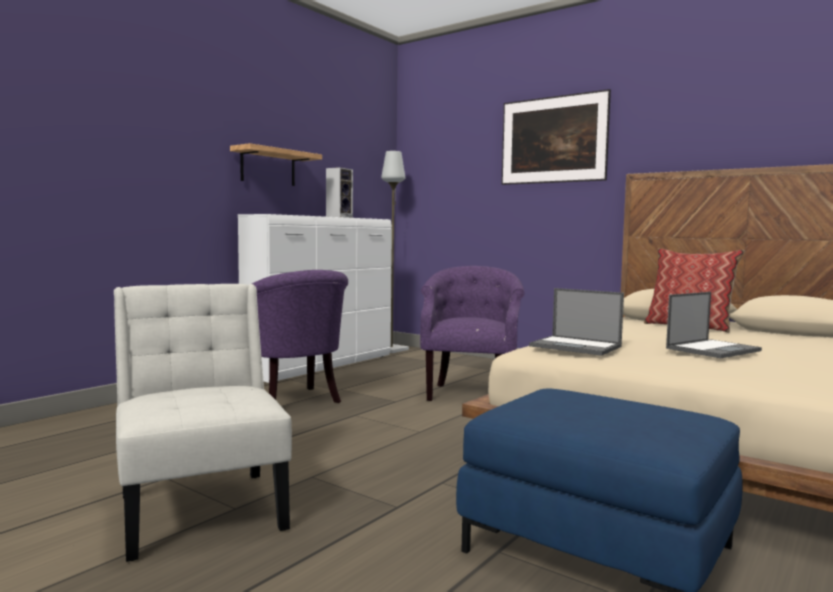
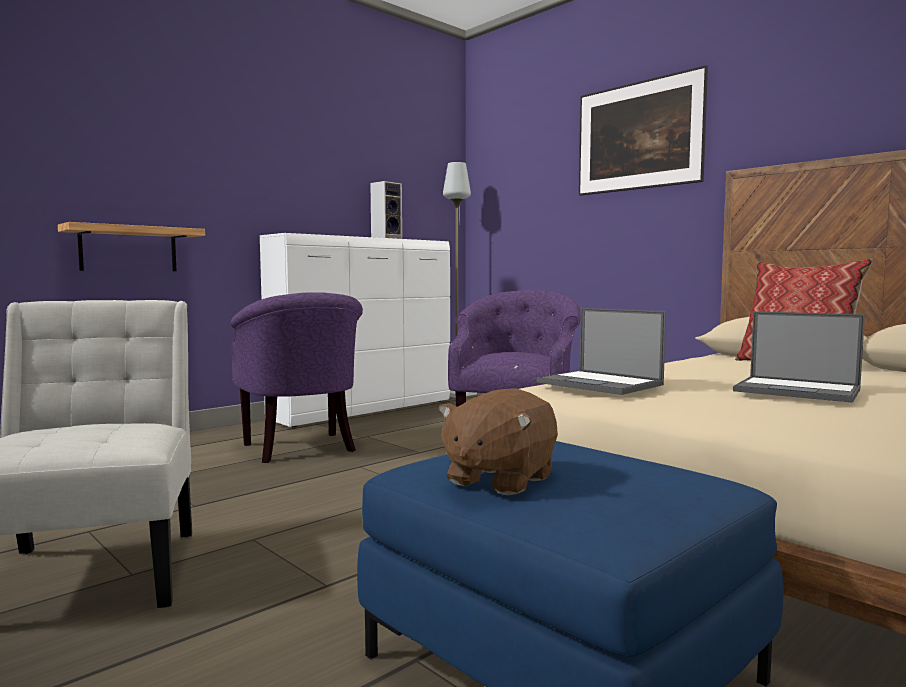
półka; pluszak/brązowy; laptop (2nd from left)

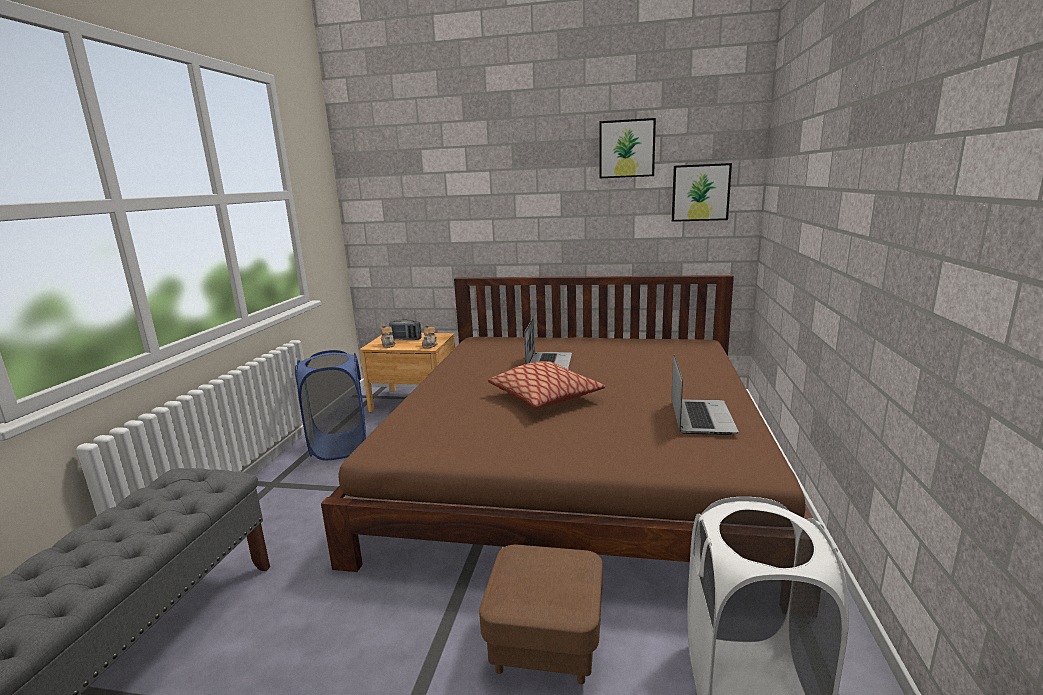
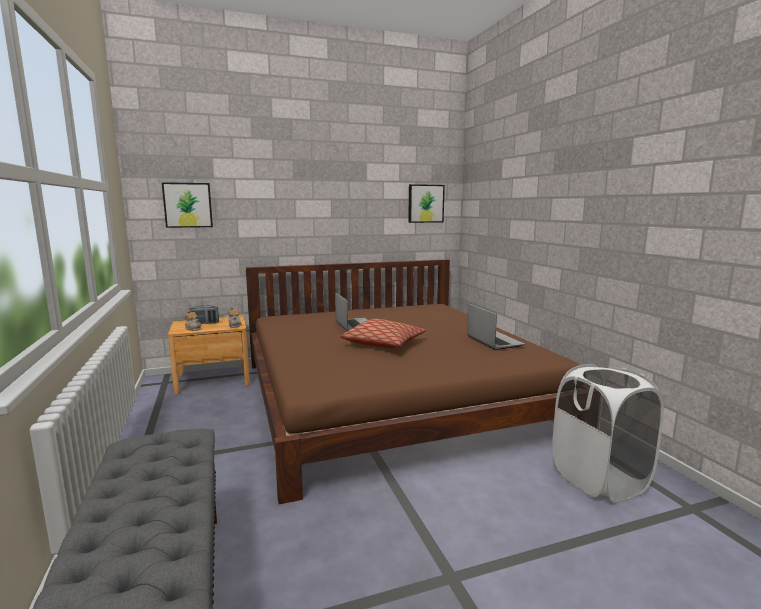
obraz (1st from left); kosz na pranie/niebieski; pufa/brązowy

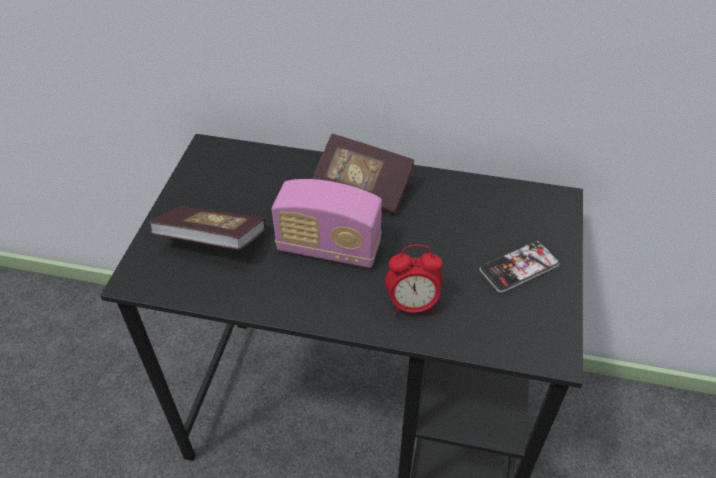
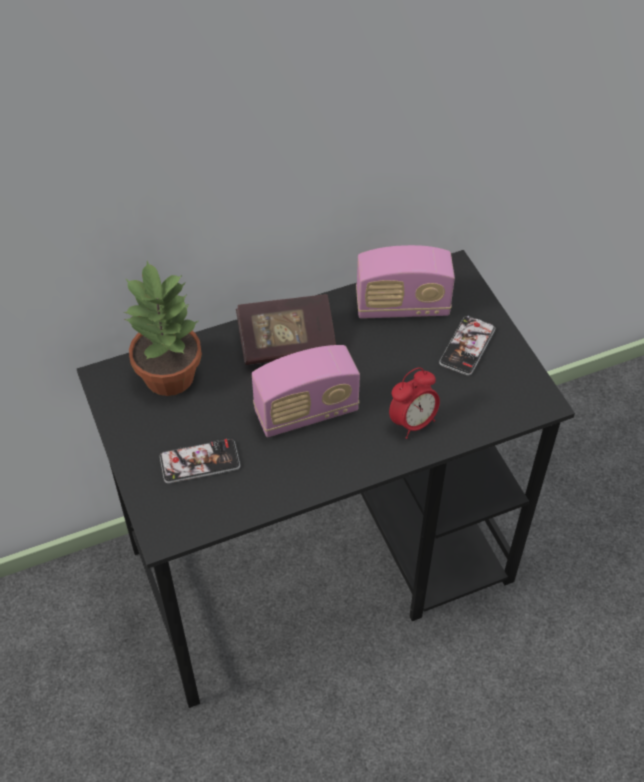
roślina doniczkowa; telefon (1st from left); radio (2nd from left)

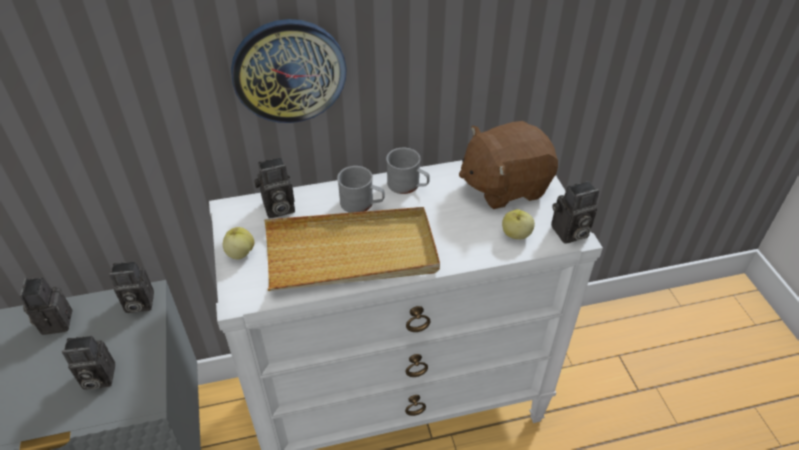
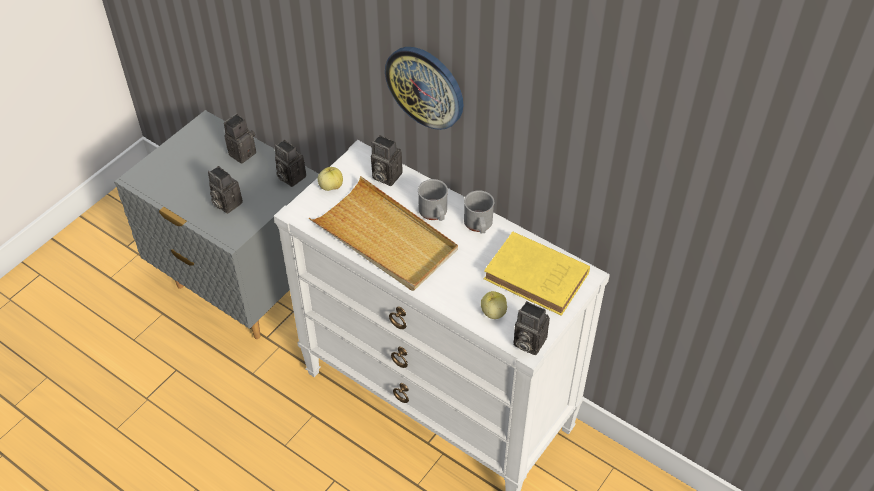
książka/żółty

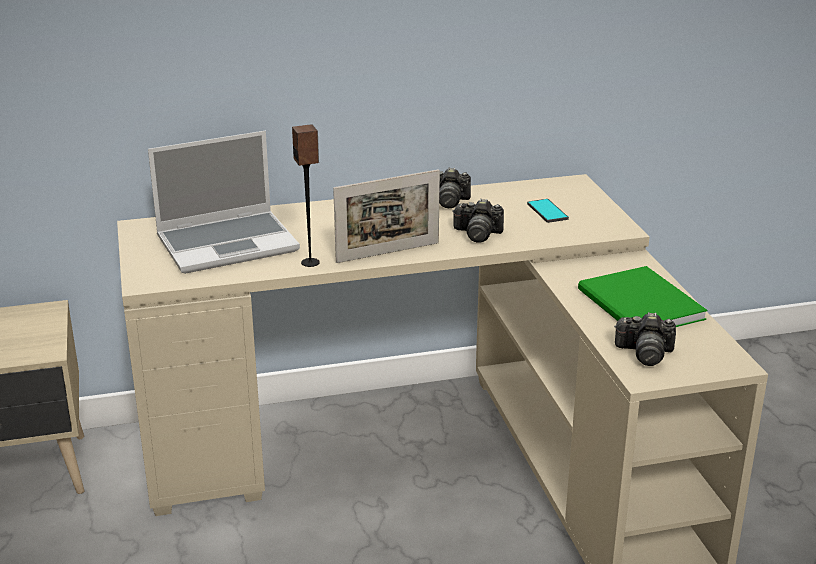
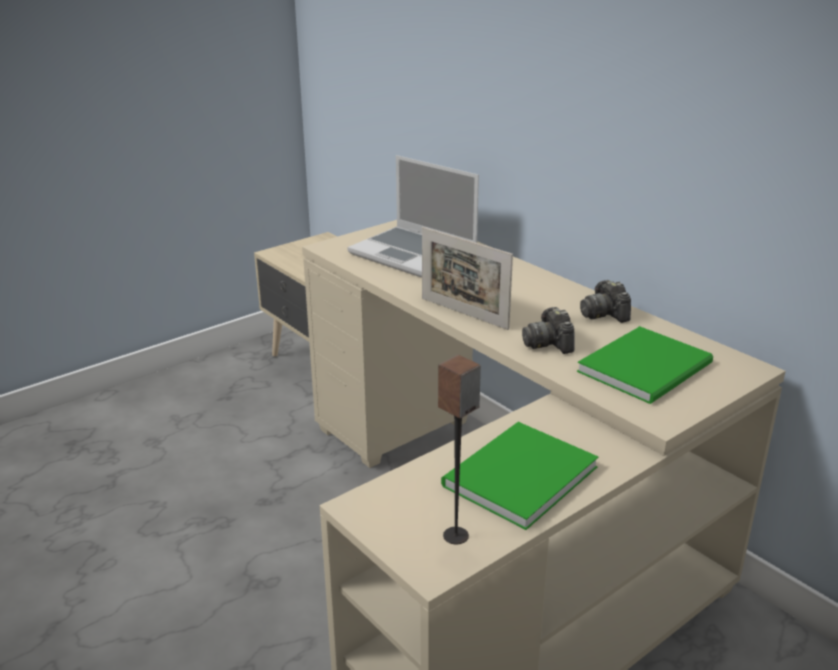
głośnik; książka/zielony (2nd from left); aparat fotograficzny (3rd from left in the first image)

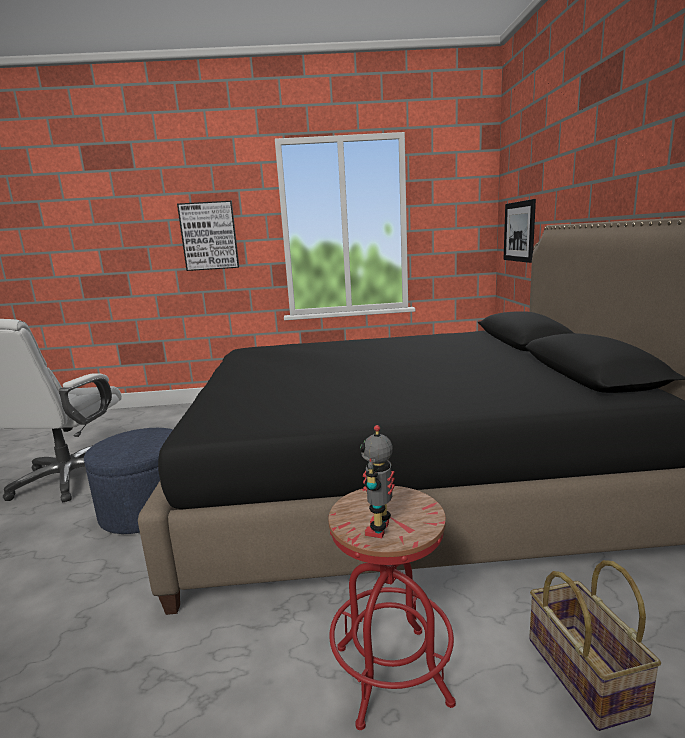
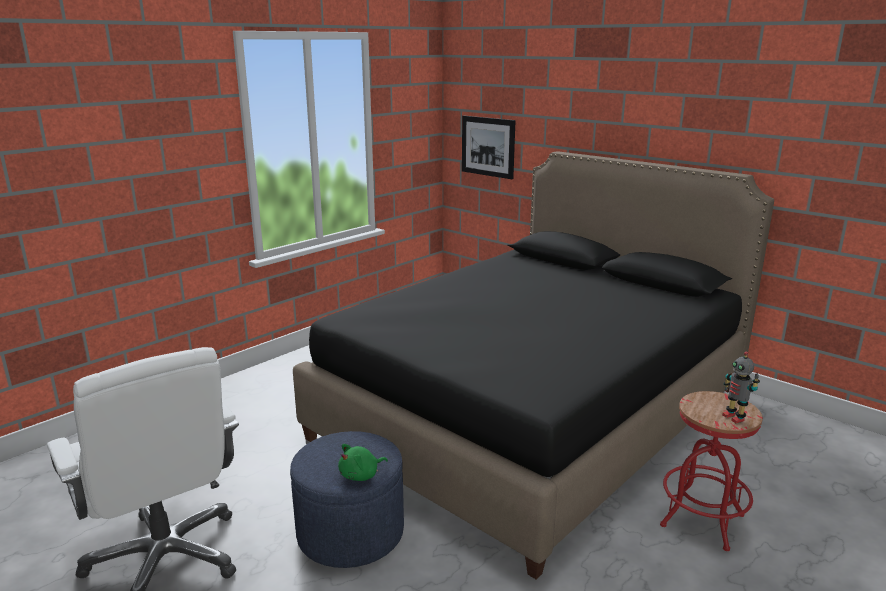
pluszak/zielony; obraz (1st from left in the first image); koszyk

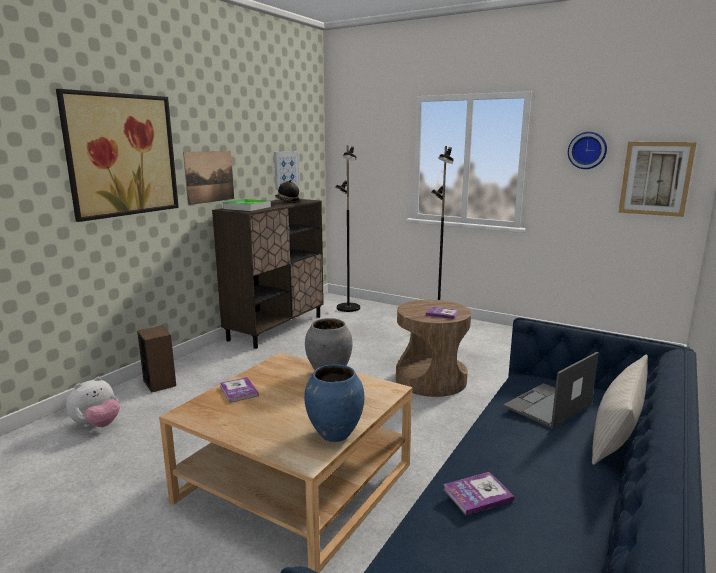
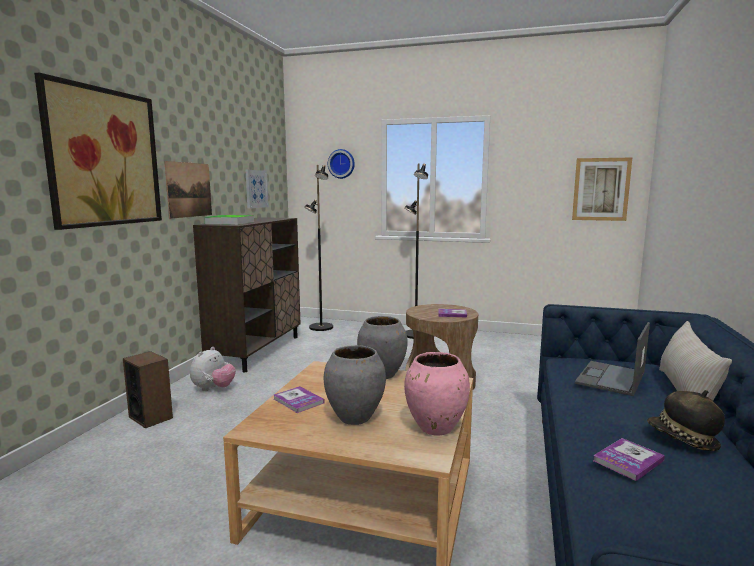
pluszak; wazon/szary (1st from left); zegar ścienny; wazon/różowy; kapelusz

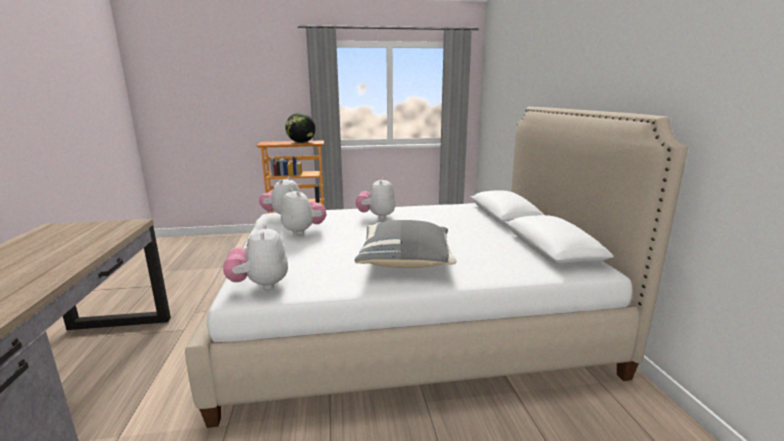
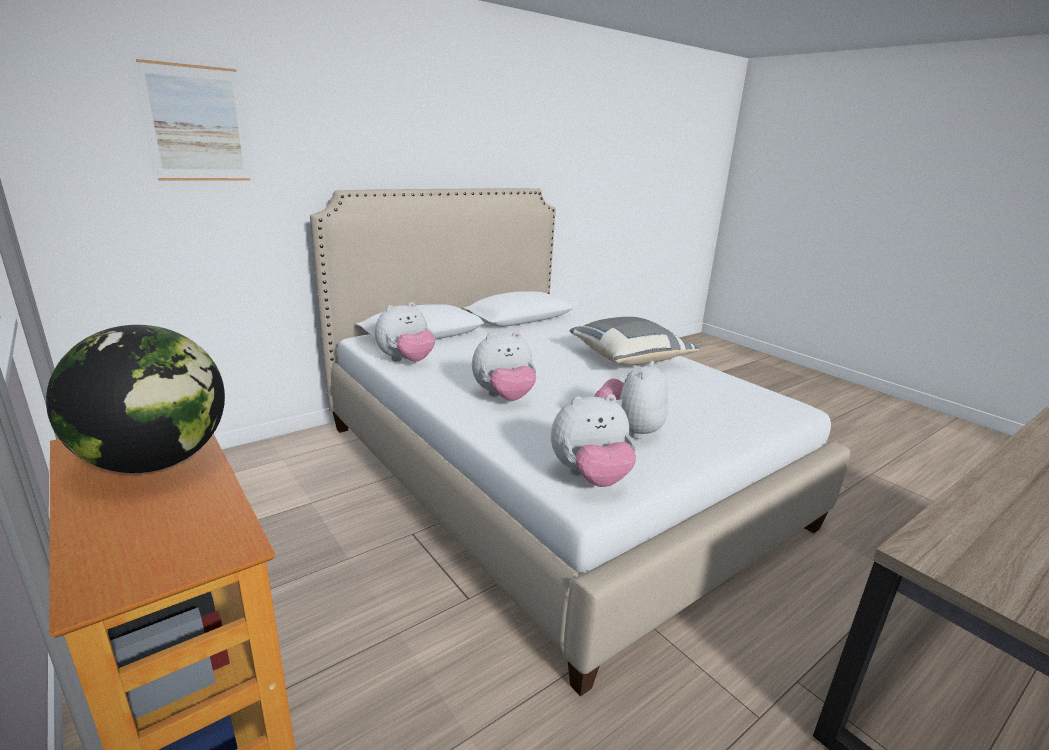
obraz; pluszak (1st from left)

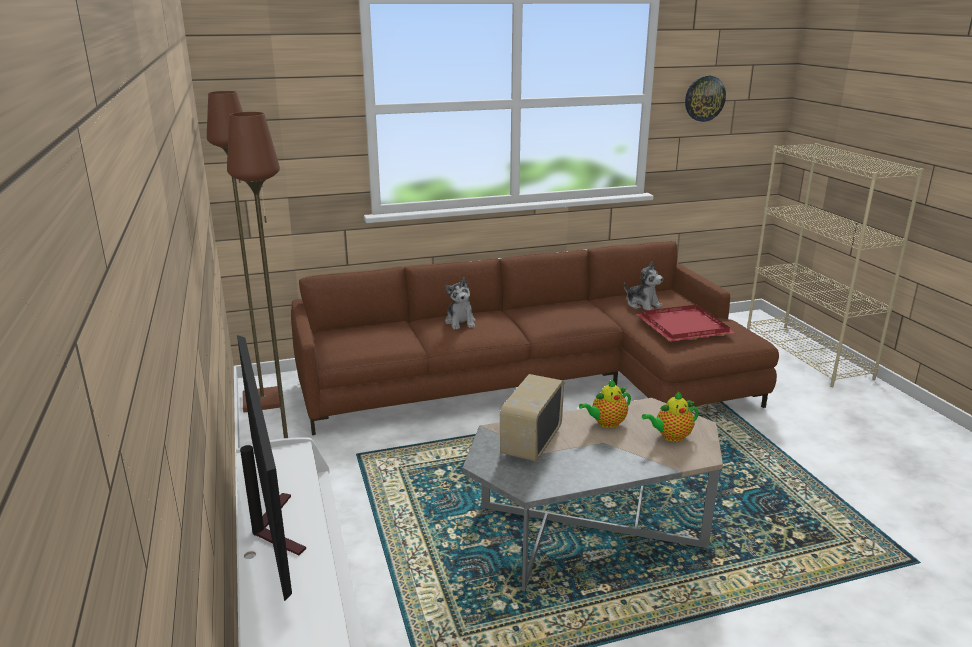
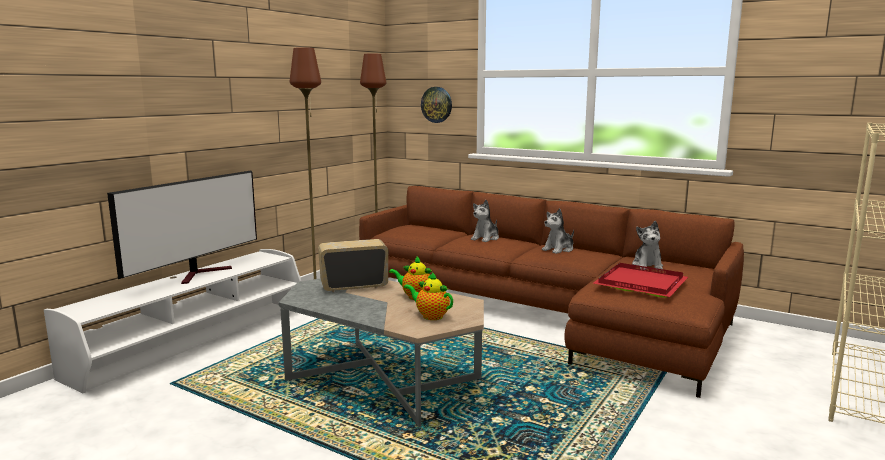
zegar ścienny; pluszak (2nd from left)

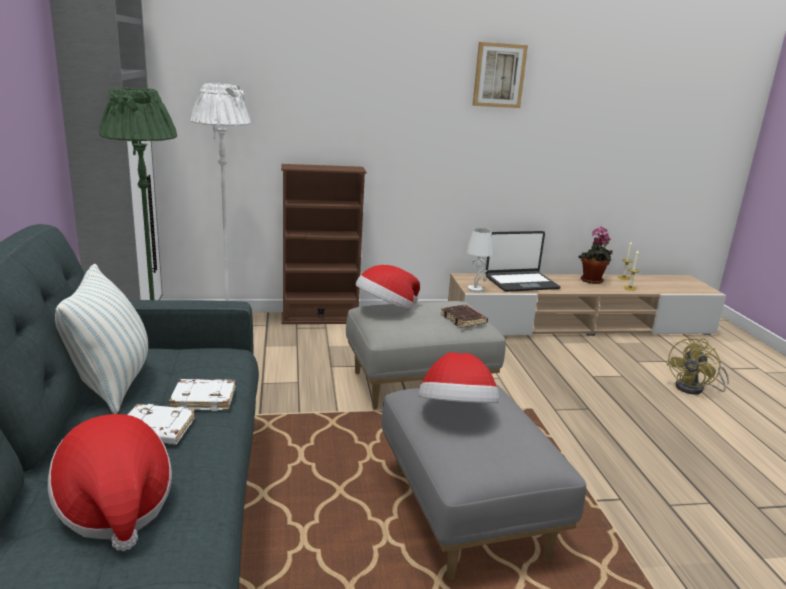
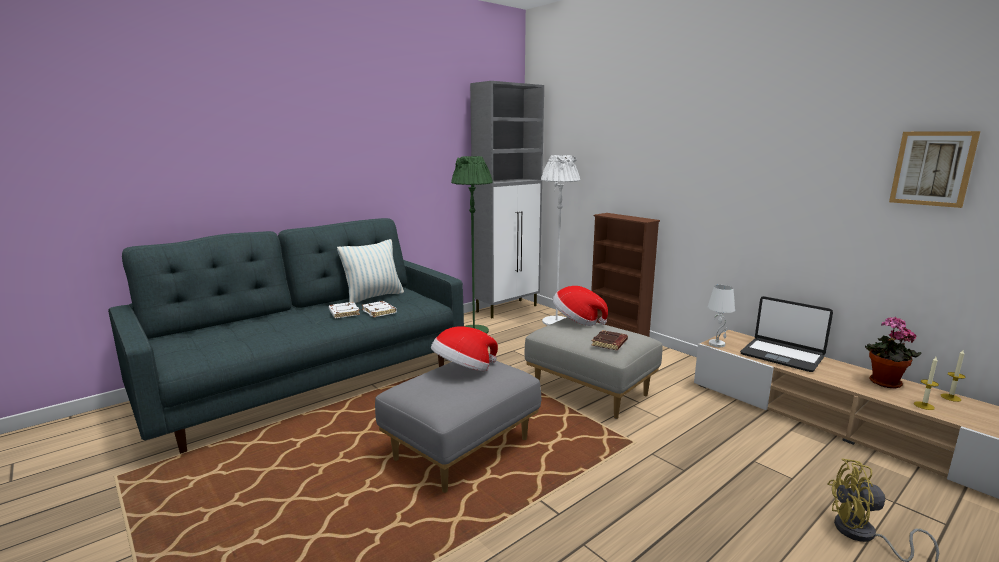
obraz; kapelusz (1st from left in the first image)

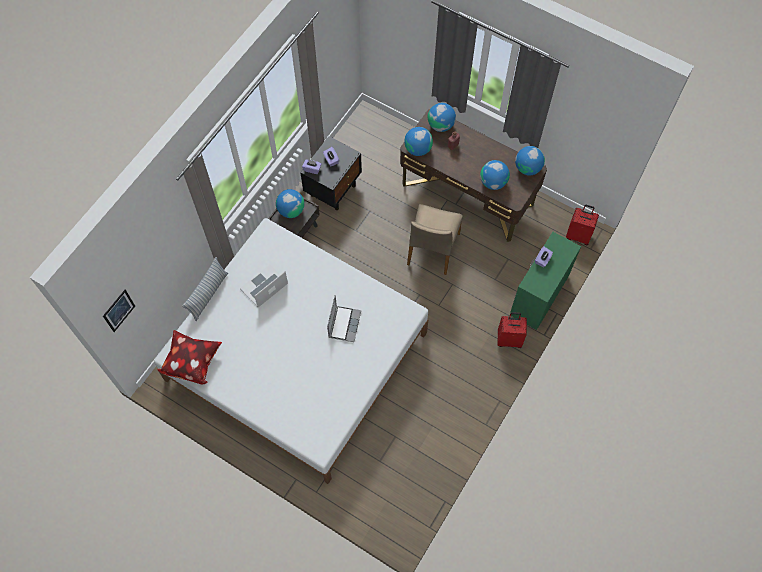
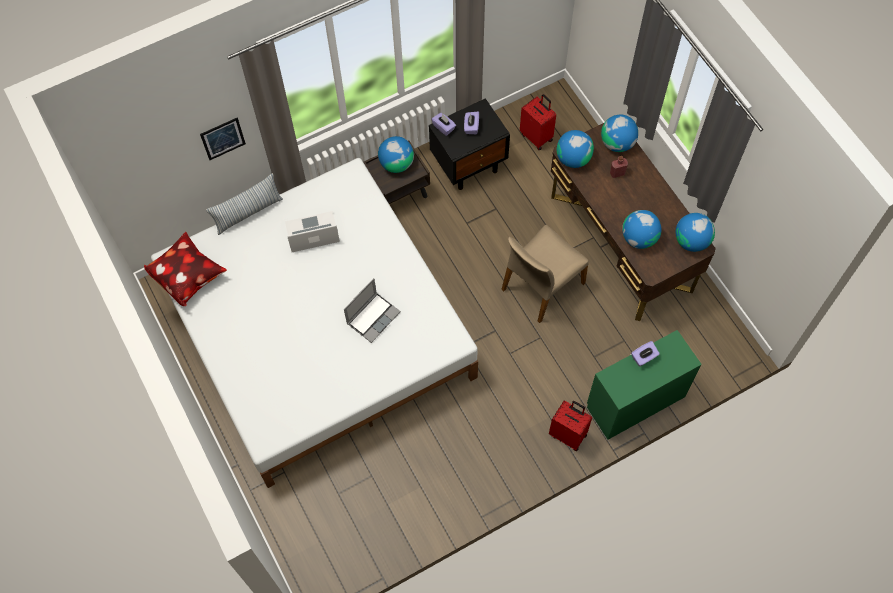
obraz; walizka/czerwony (1st from left)

